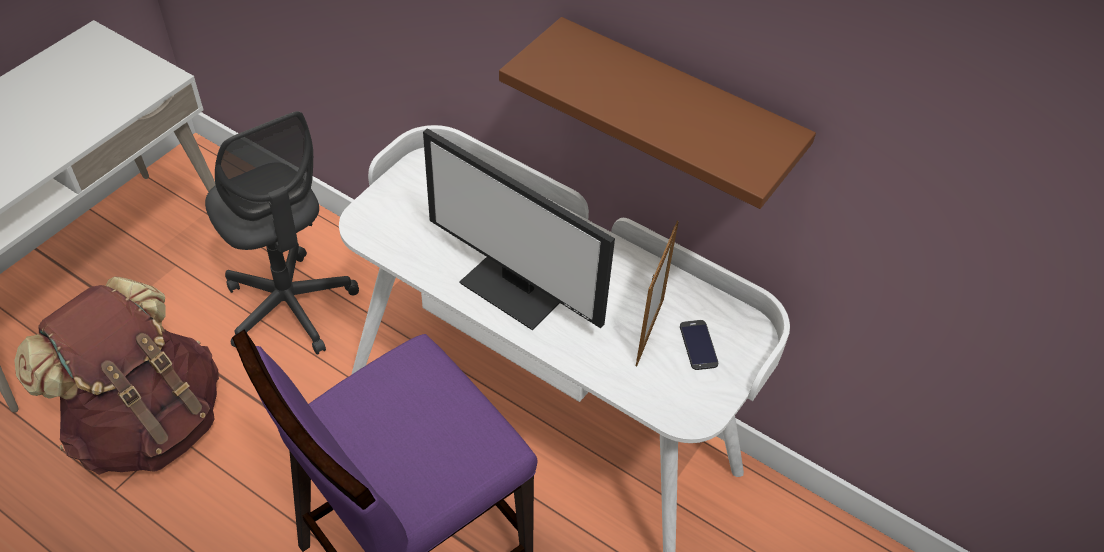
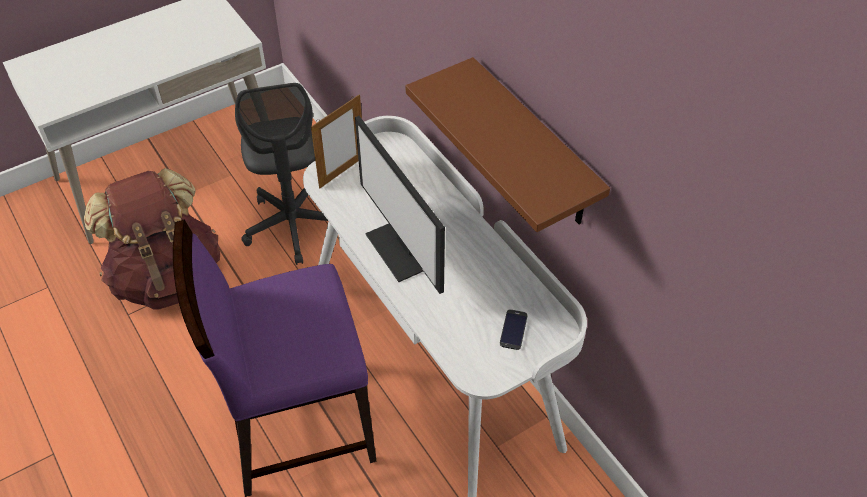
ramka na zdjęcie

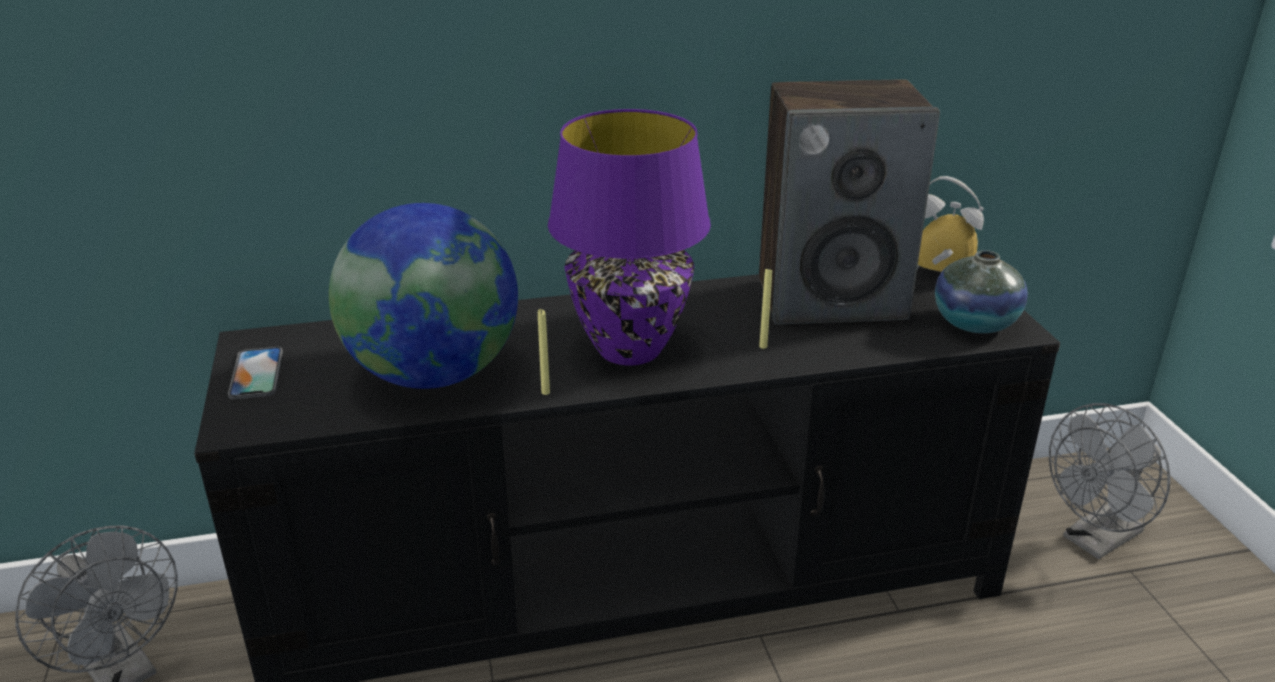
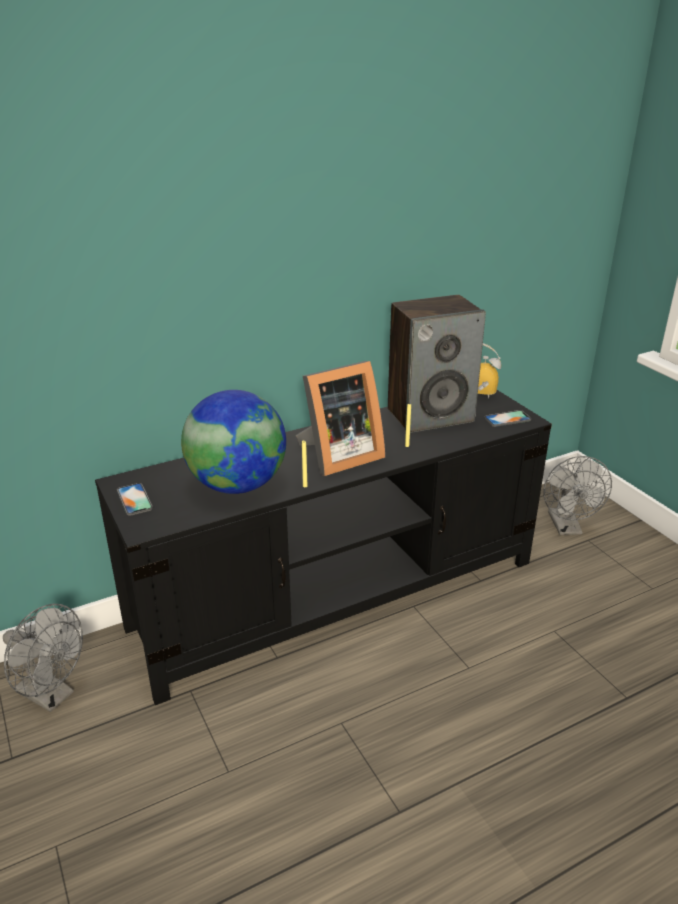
ramka na zdjęcie; telefon (2nd from left); wentylator/szary (2nd from left)

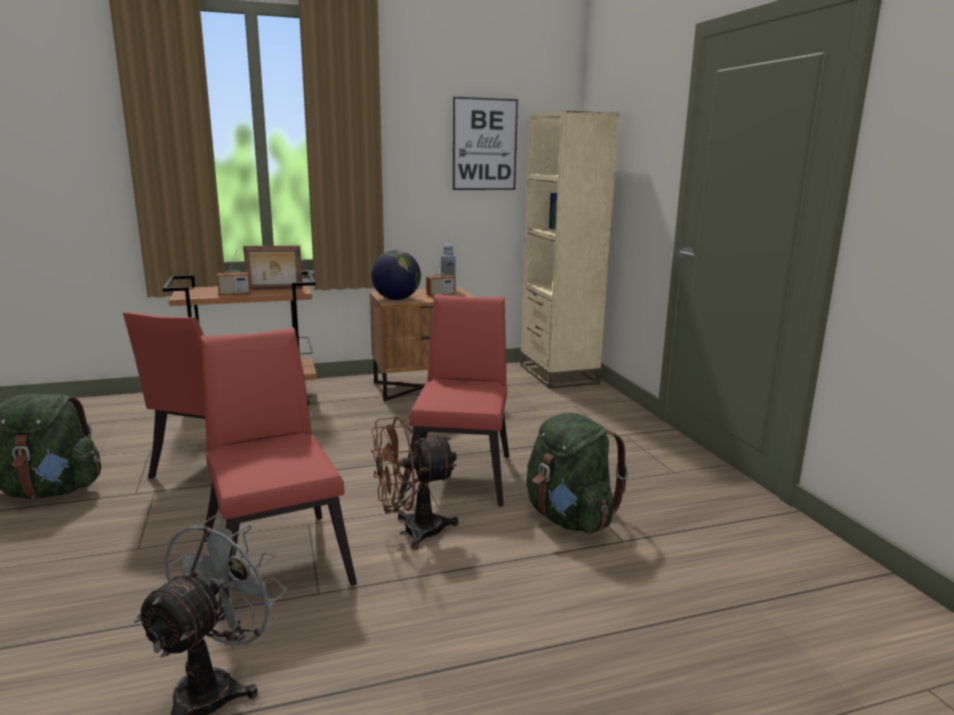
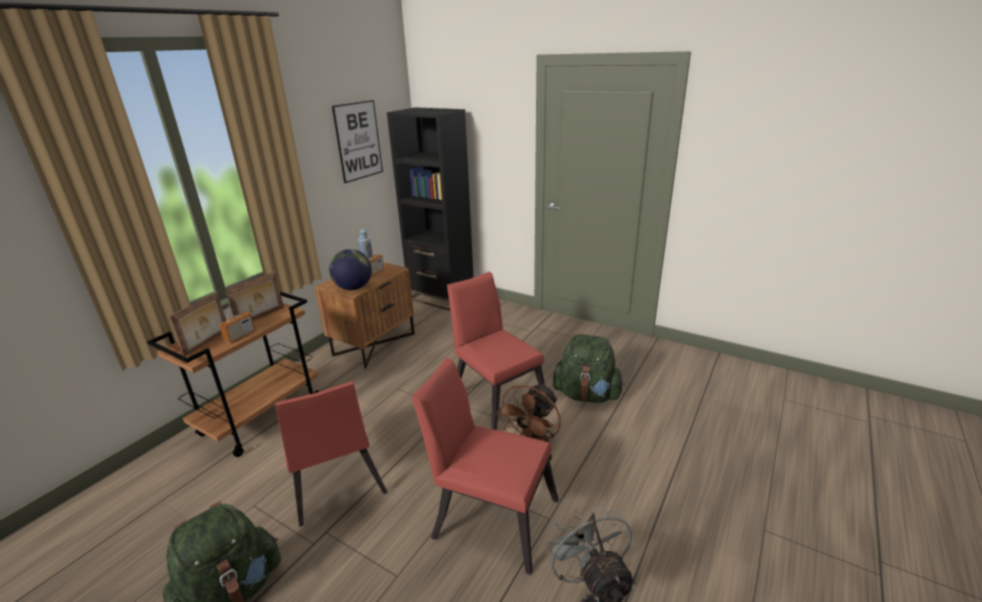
ramka na zdjęcie (1st from left); regał/czarny

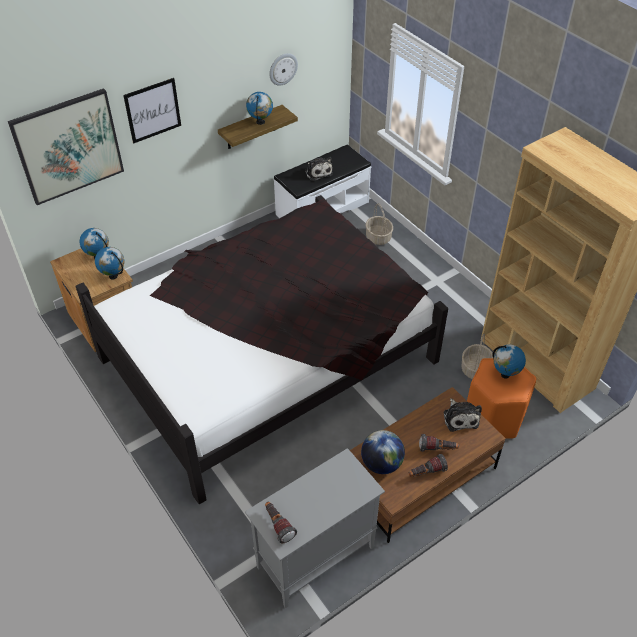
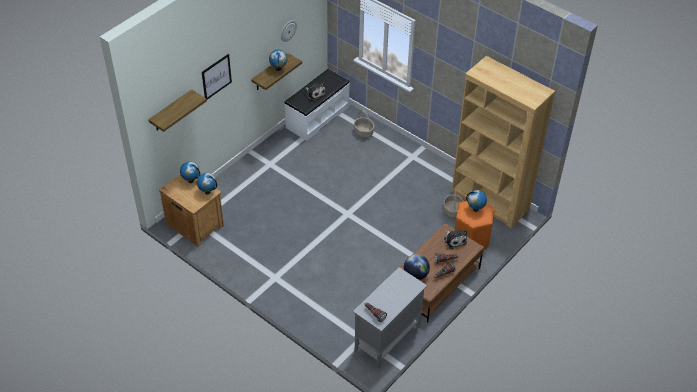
półka (1st from left); łóżko/czarny

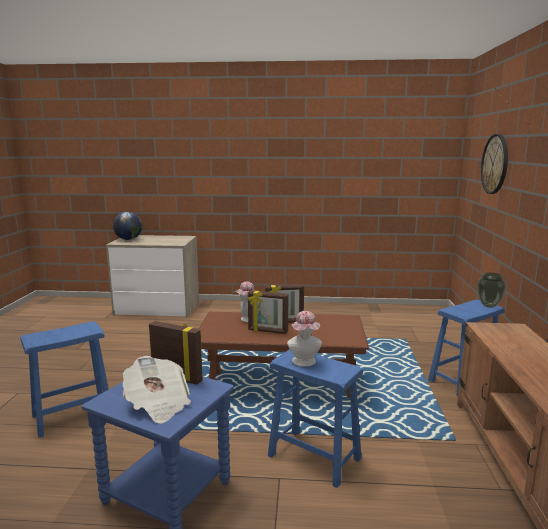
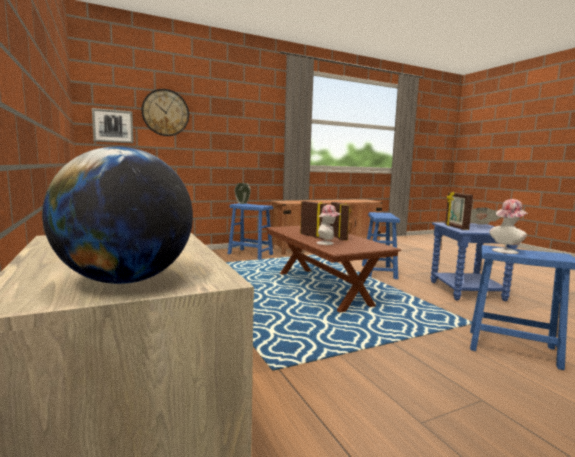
obraz; kapelusz (2nd from left)

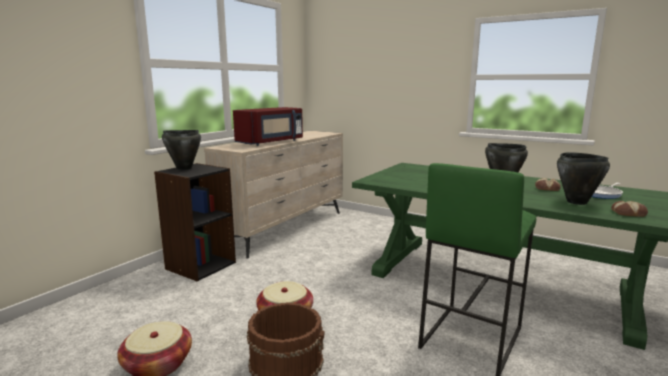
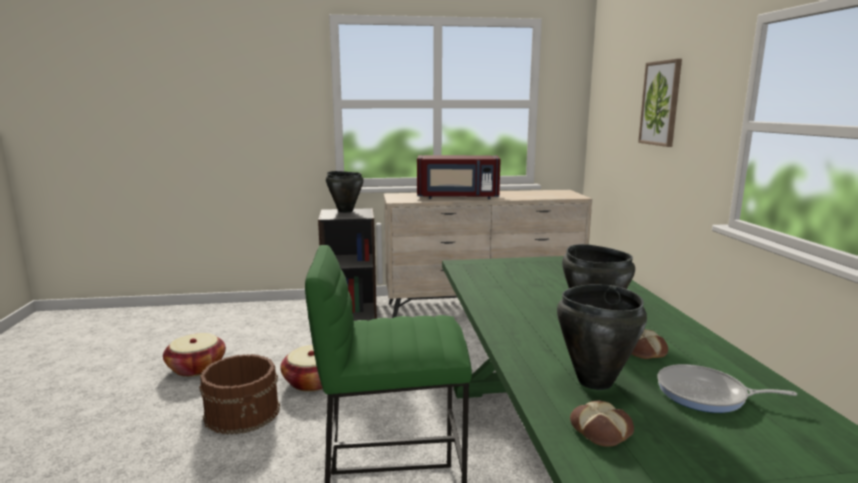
obraz

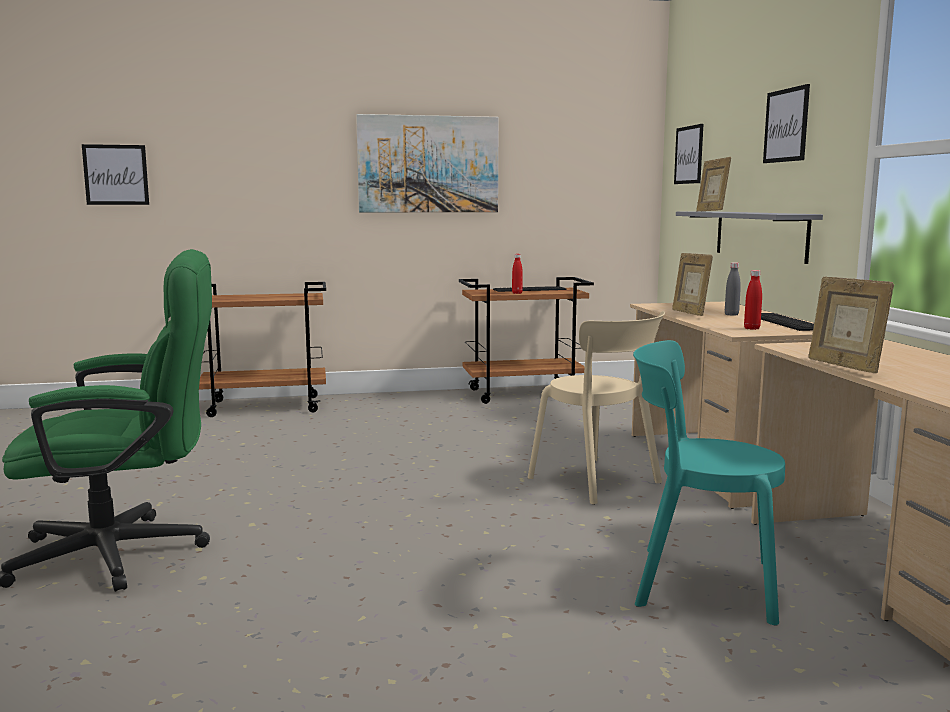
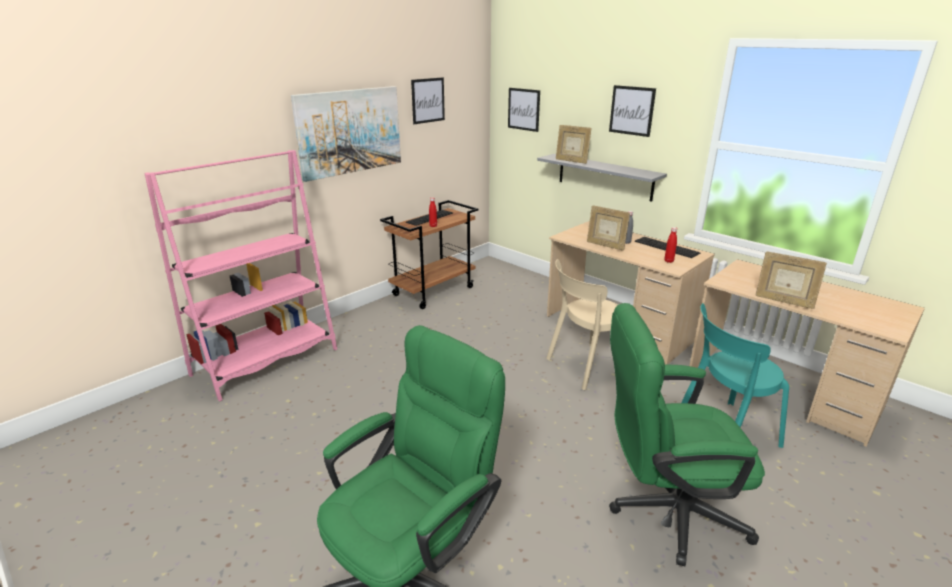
regał/różowy; obraz (2nd from left); krzesło/beżowy; krzesło biurowe/zielony (2nd from left)

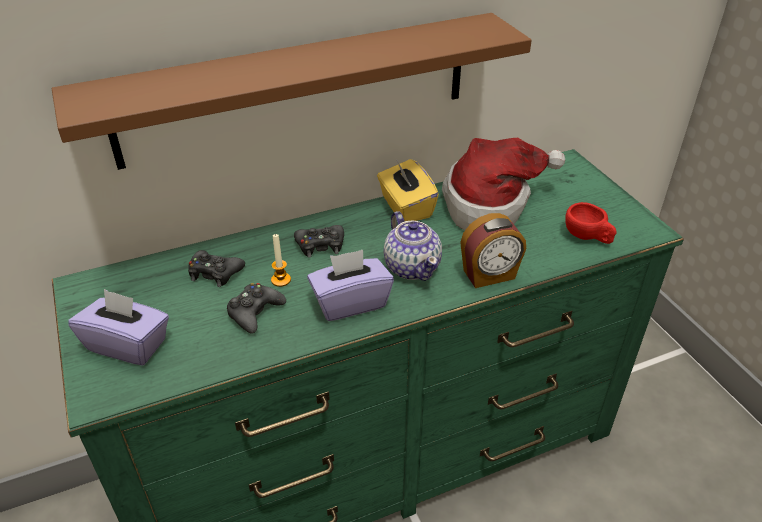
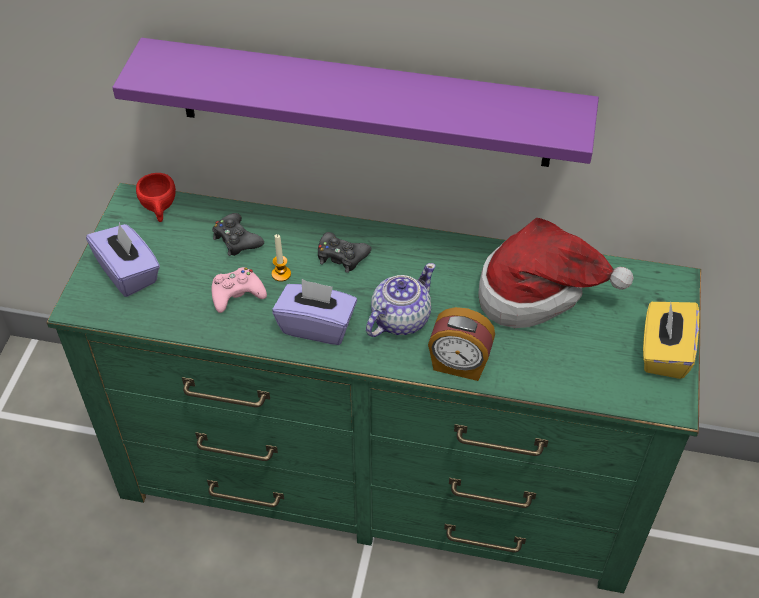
półka/fioletowy; filiżanka/czerwony; pad do gier/różowy; imbryk; pudełko chusteczek/żółty

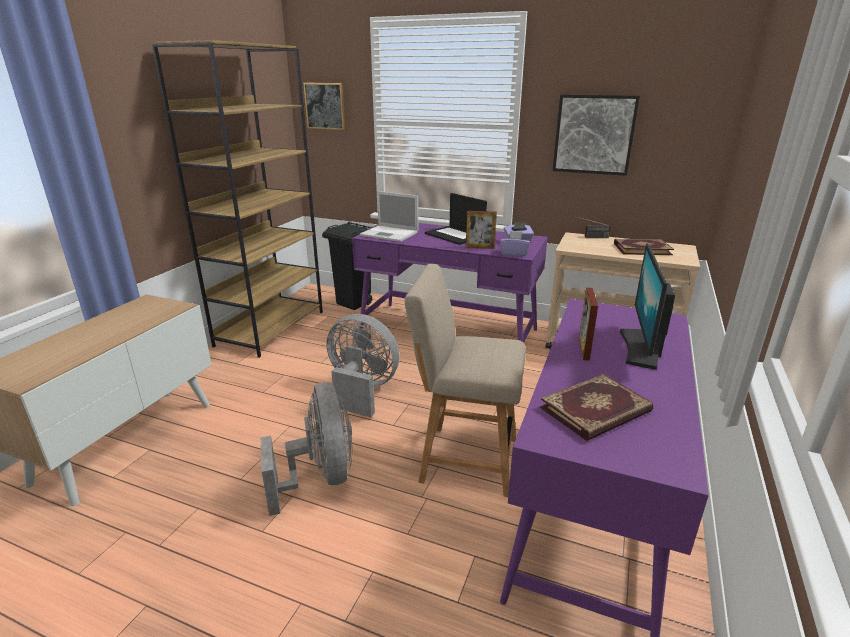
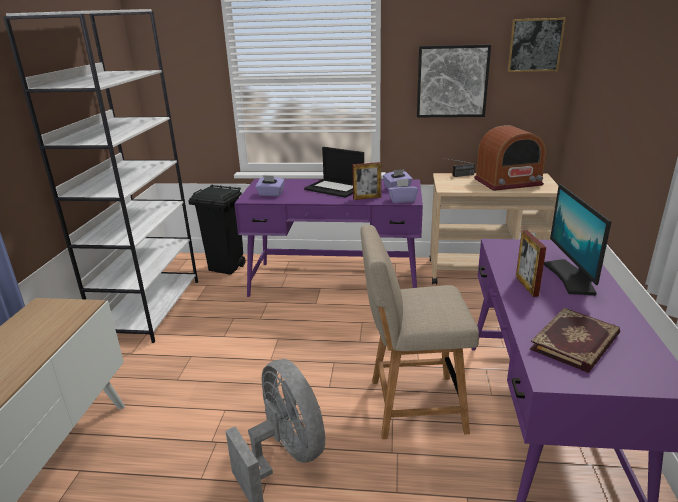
regał/biały; pudełko chusteczek/fioletowy (1st from left); radio (2nd from left); obraz (2nd from left); wentylator/szary (2nd from left in the first image)

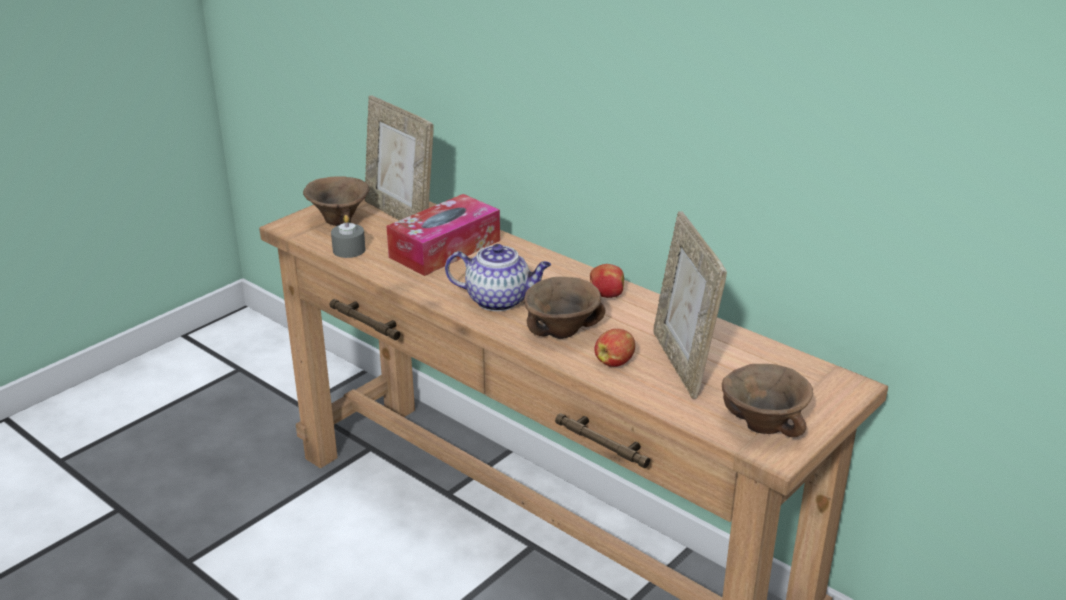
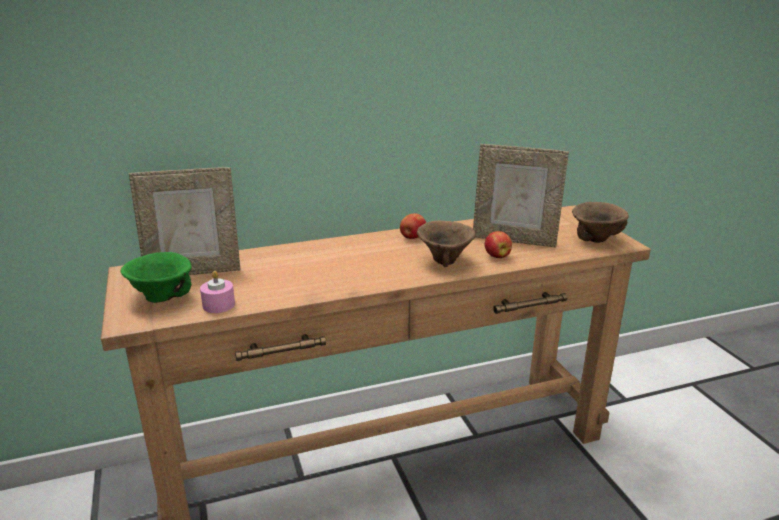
miska/zielony; świeca/różowy; pudełko chusteczek; imbryk

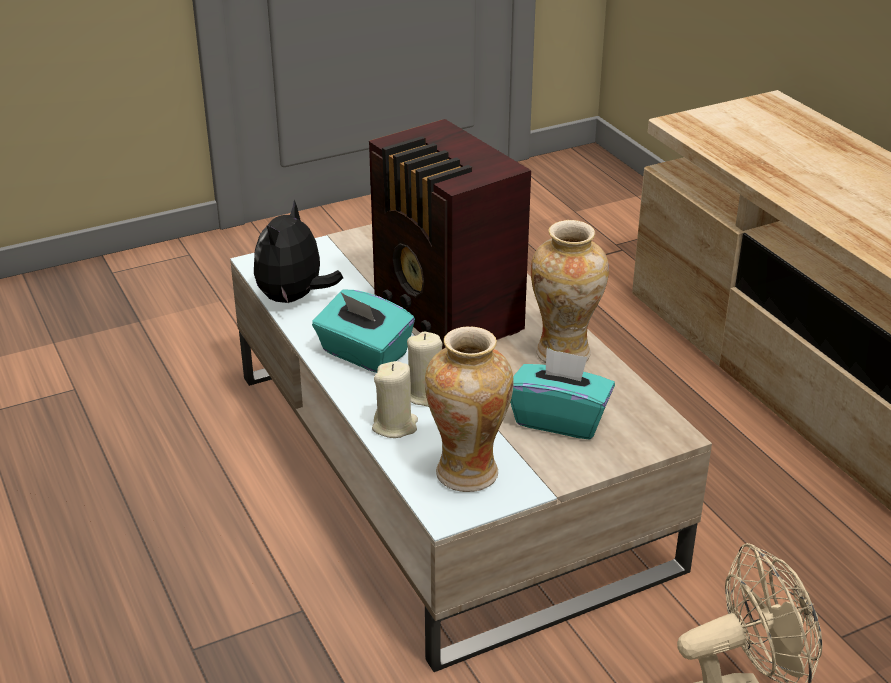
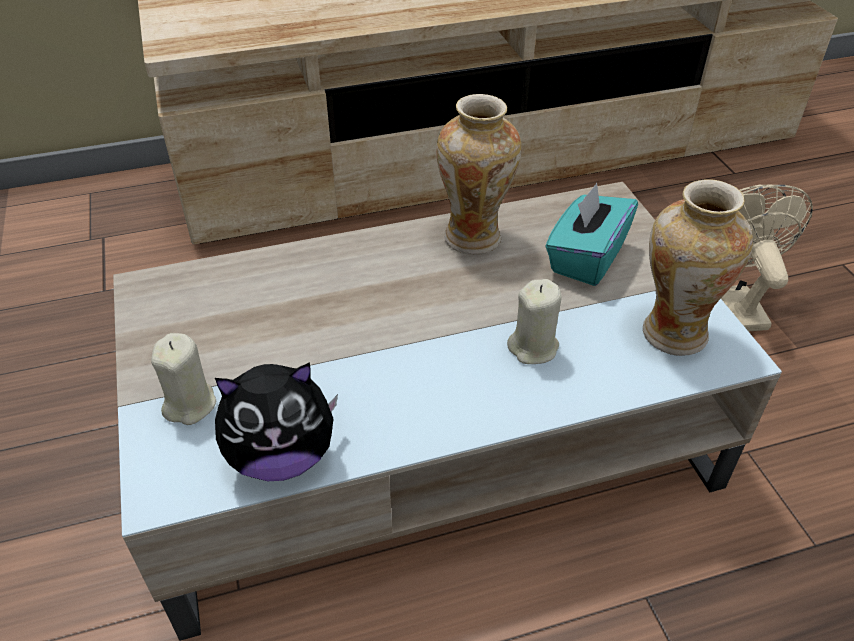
świeca/beżowy (1st from left); pluszak; pudełko chusteczek/turkusowy (1st from left in the first image); radio

